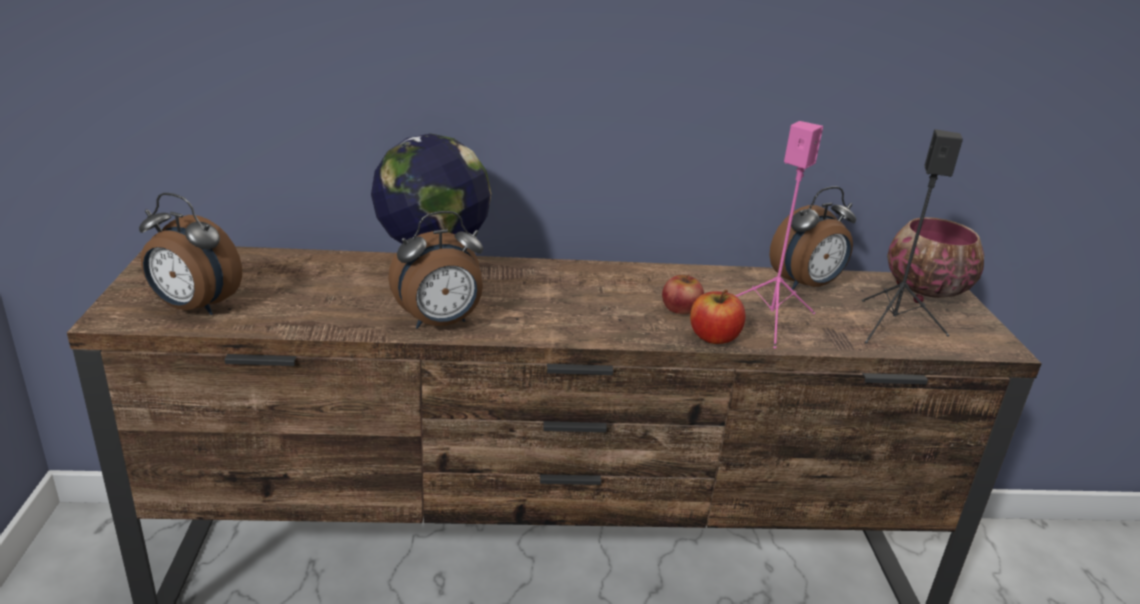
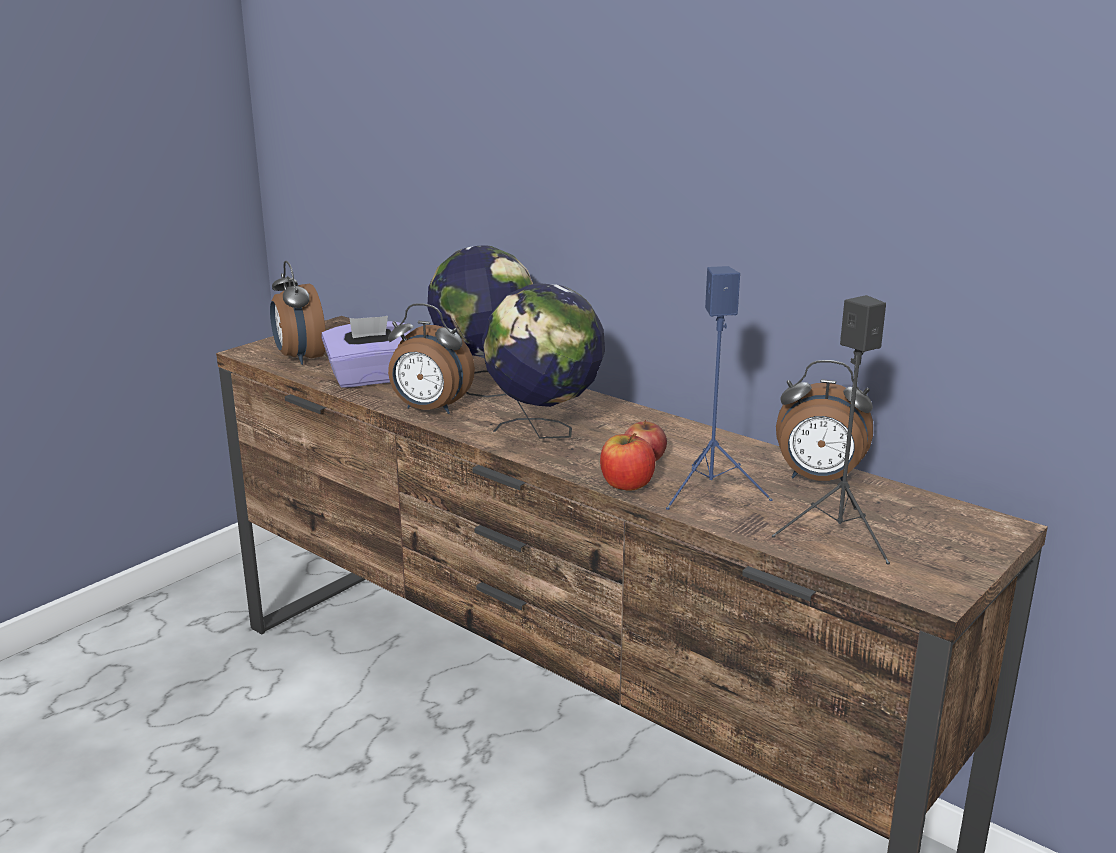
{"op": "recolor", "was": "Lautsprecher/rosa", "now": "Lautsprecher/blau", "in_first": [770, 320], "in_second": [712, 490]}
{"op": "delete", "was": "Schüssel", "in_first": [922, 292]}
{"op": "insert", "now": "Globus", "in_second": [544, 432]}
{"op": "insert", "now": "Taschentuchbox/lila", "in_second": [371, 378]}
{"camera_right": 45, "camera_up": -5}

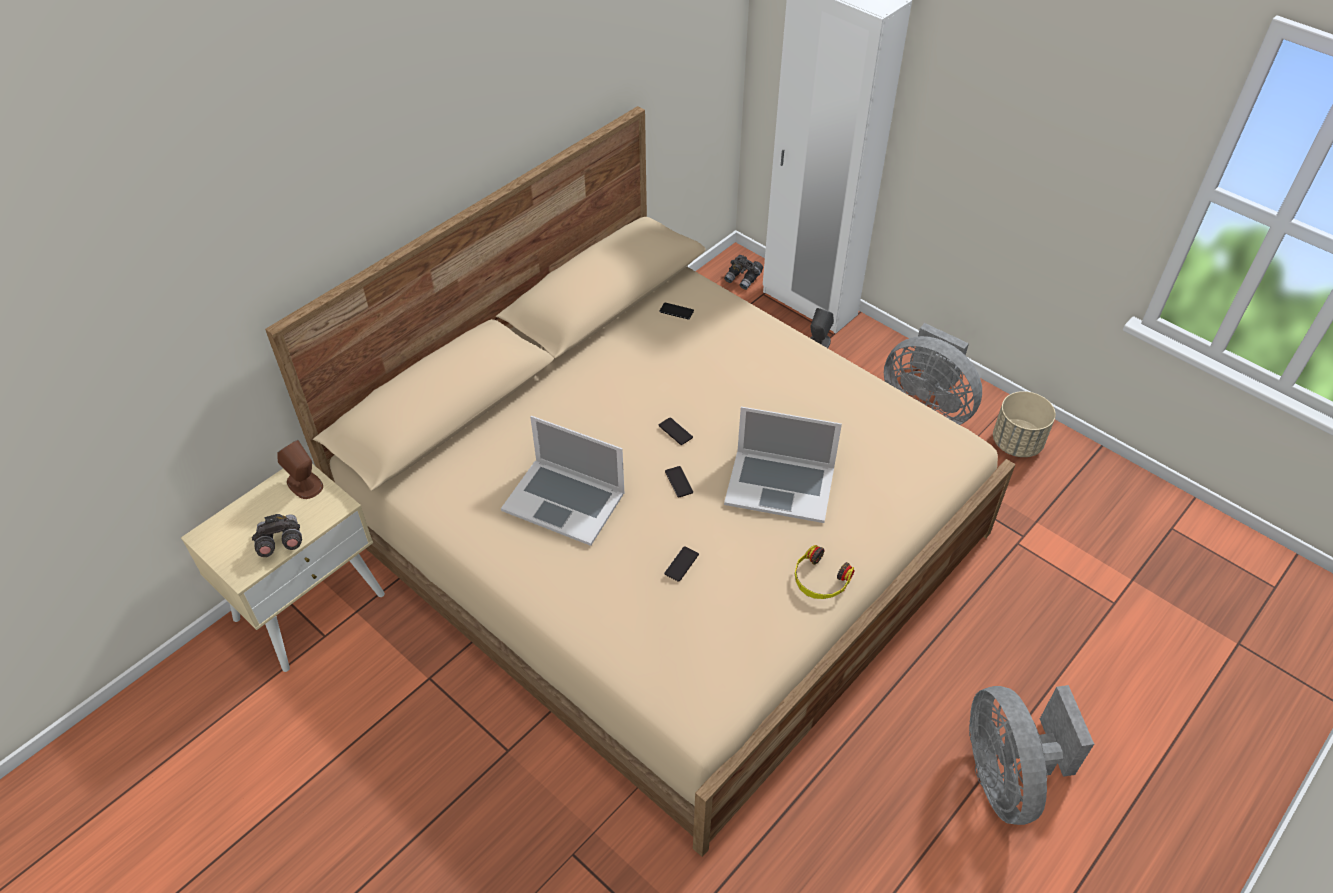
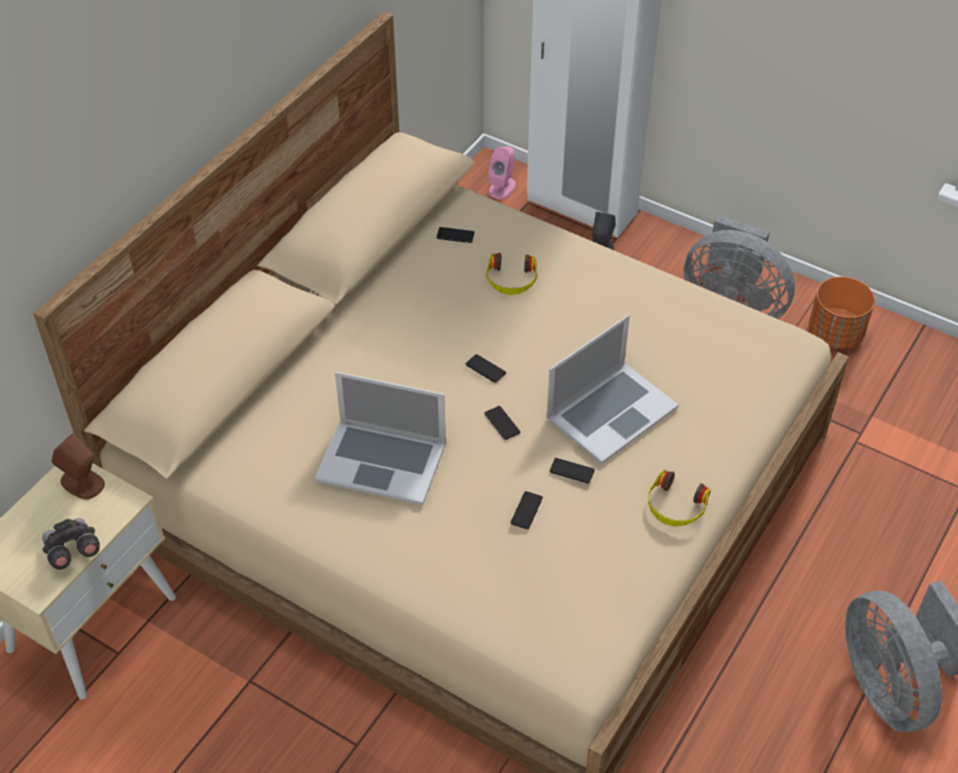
{"op": "replace", "was": "Fernglas/grau", "now": "Lautsprecher/rosa", "in_first": [743, 278], "in_second": [502, 187]}
{"op": "recolor", "was": "Pflanzkübel/beige", "now": "Pflanzkübel/orange", "in_first": [1017, 443], "in_second": [835, 334]}
{"op": "rotate", "was": "Laptop", "in_first": [780, 485], "in_second": [611, 412], "clockwise": -45}
{"op": "insert", "now": "Kopfhörer", "in_second": [511, 280]}
{"op": "insert", "now": "Handy", "in_second": [572, 471]}
{"camera_right": -10, "camera_up": 0}

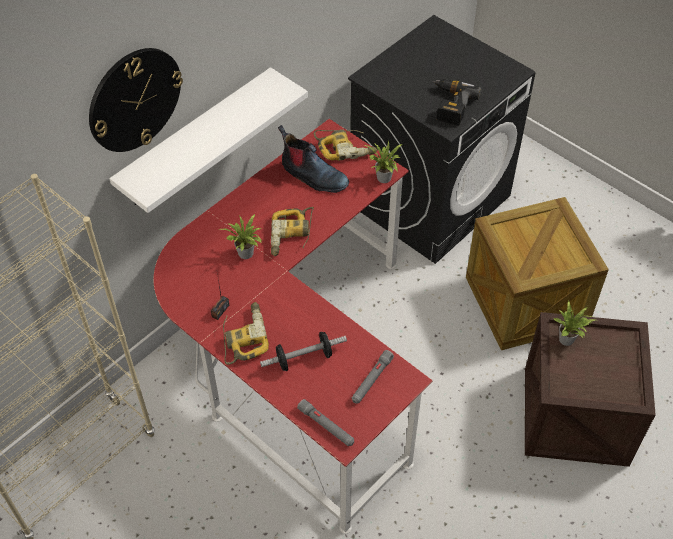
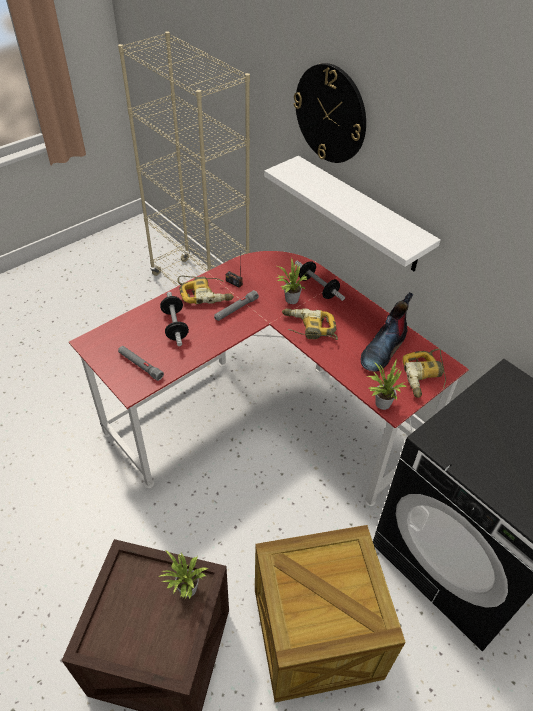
{"op": "delete", "was": "Bohrmaschine", "in_first": [449, 105]}
{"op": "move", "was": "Taschenlampe/grau", "in_first": [326, 426], "in_second": [236, 309]}
{"op": "insert", "now": "Hantel", "in_second": [318, 288]}
{"camera_right": 95, "camera_up": -5}

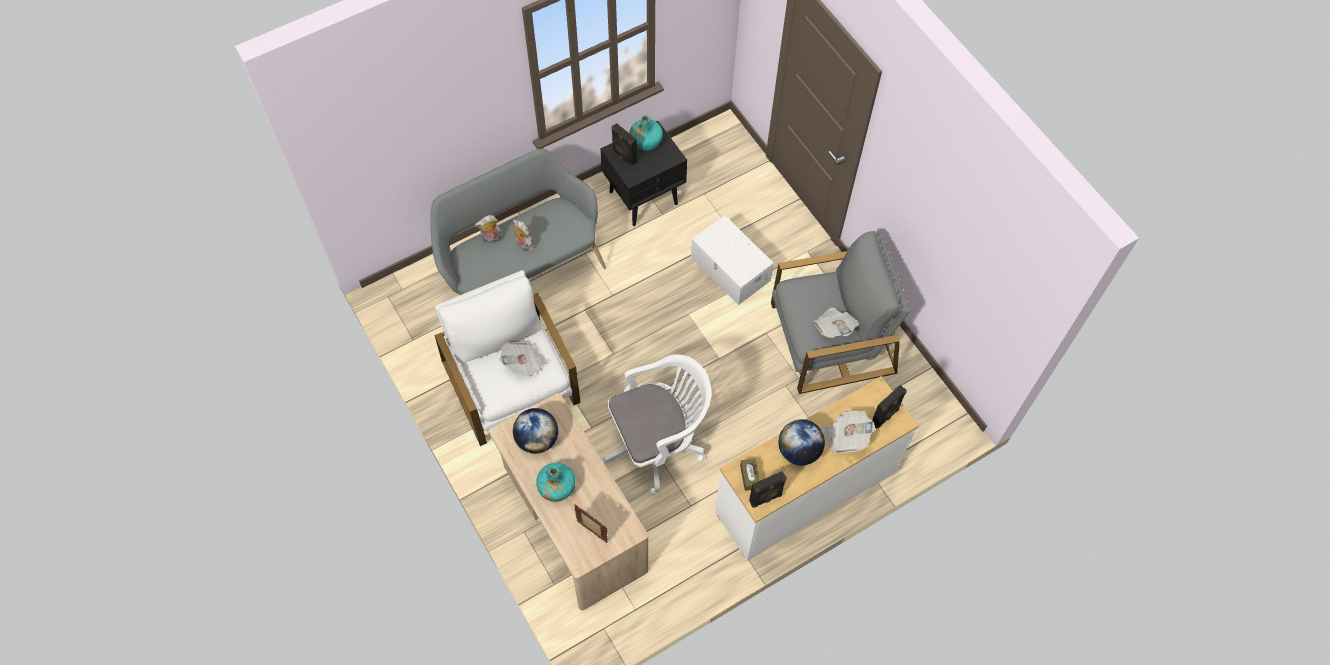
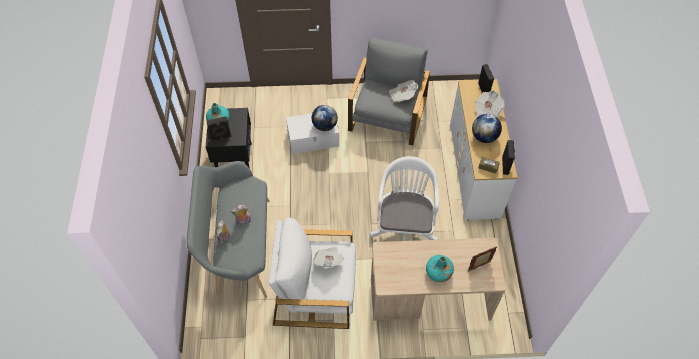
{"op": "move", "was": "Globus", "in_first": [537, 439], "in_second": [325, 126]}
{"camera_right": -60, "camera_up": -5}

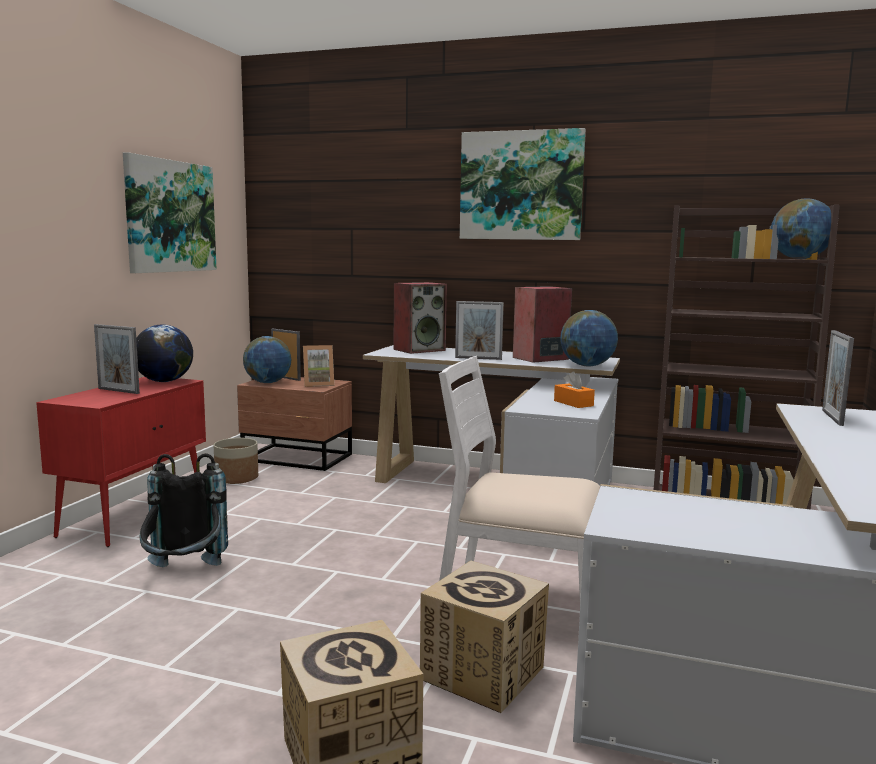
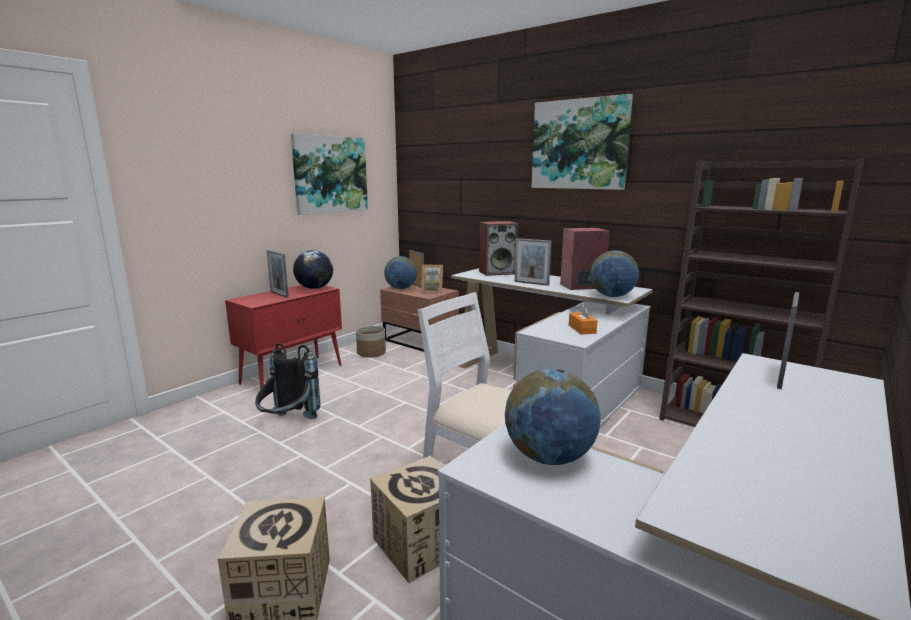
{"op": "move", "was": "Globus", "in_first": [799, 259], "in_second": [549, 457]}
{"camera_right": 20, "camera_up": 5}

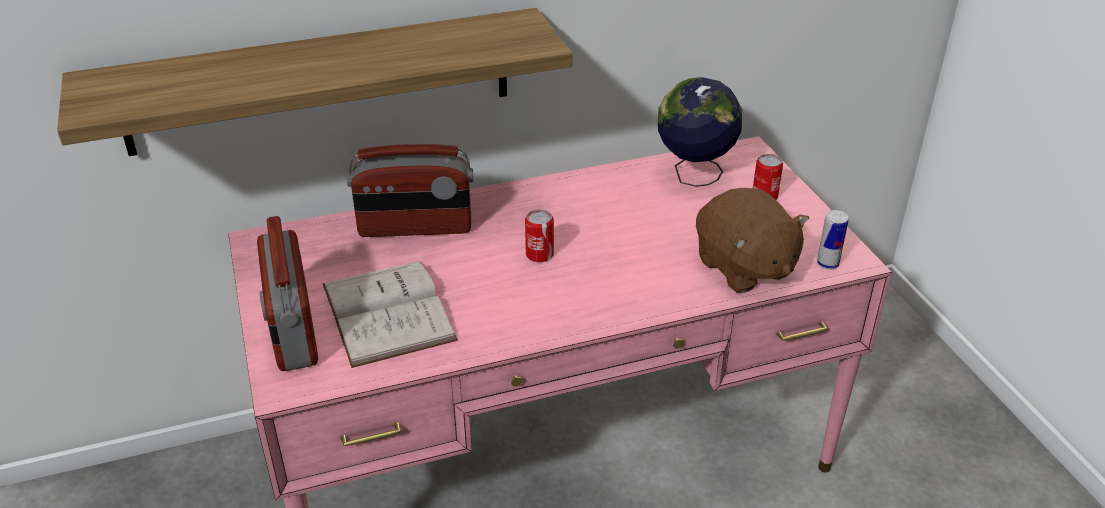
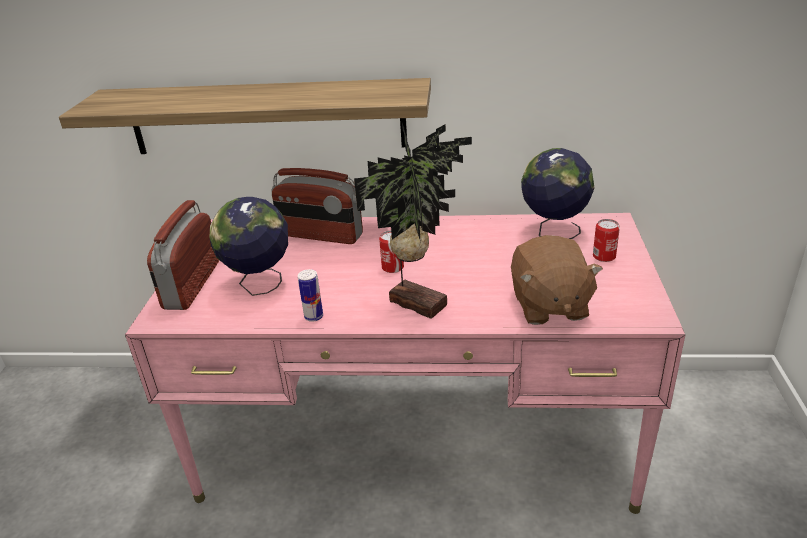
{"op": "move", "was": "Dose", "in_first": [827, 264], "in_second": [313, 317]}
{"op": "replace", "was": "Buch/weiß", "now": "Globus", "in_first": [388, 312], "in_second": [259, 285]}
{"op": "insert", "now": "Topfpflanze", "in_second": [419, 301]}
{"camera_right": 25, "camera_up": -5}

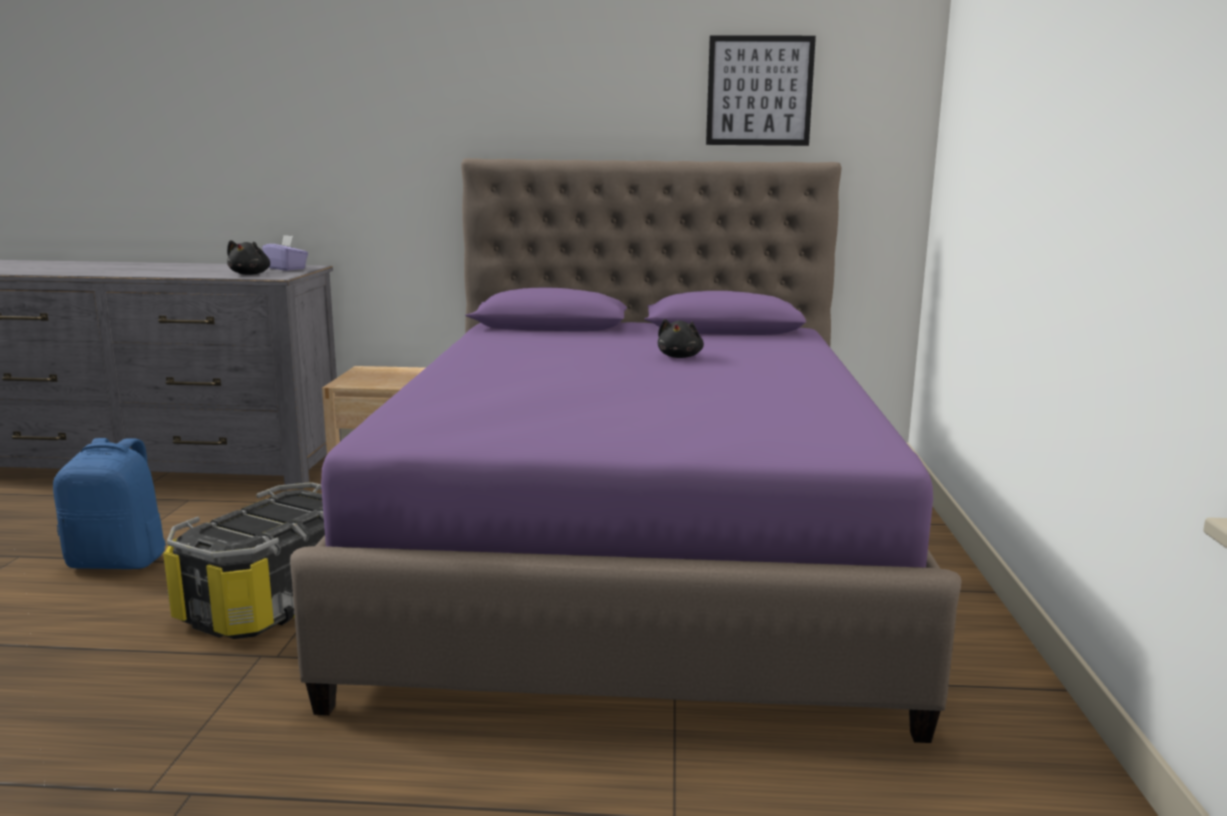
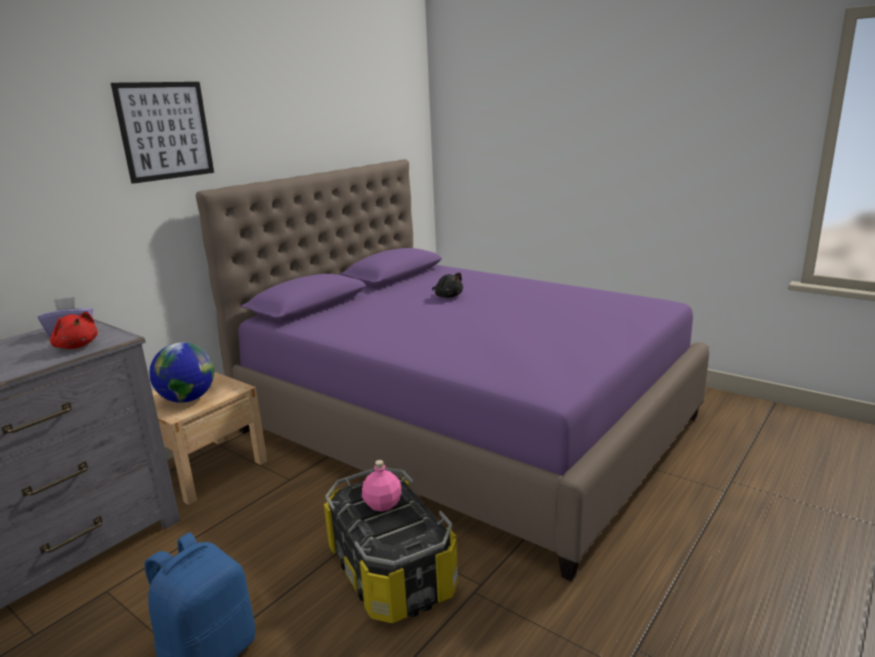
{"op": "move", "was": "Bild", "in_first": [759, 91], "in_second": [165, 131]}
{"op": "recolor", "was": "Plüschtier/schwarz", "now": "Plüschtier/rot", "in_first": [251, 274], "in_second": [76, 346]}
{"op": "insert", "now": "Globus", "in_second": [187, 399]}
{"op": "insert", "now": "Flasche/rosa", "in_second": [382, 504]}
{"camera_right": -55, "camera_up": 5}

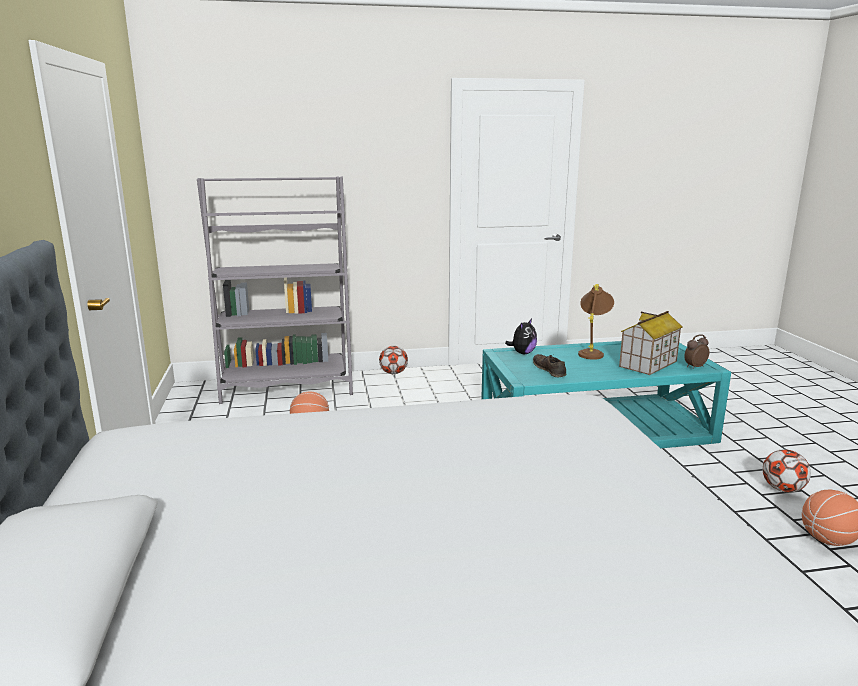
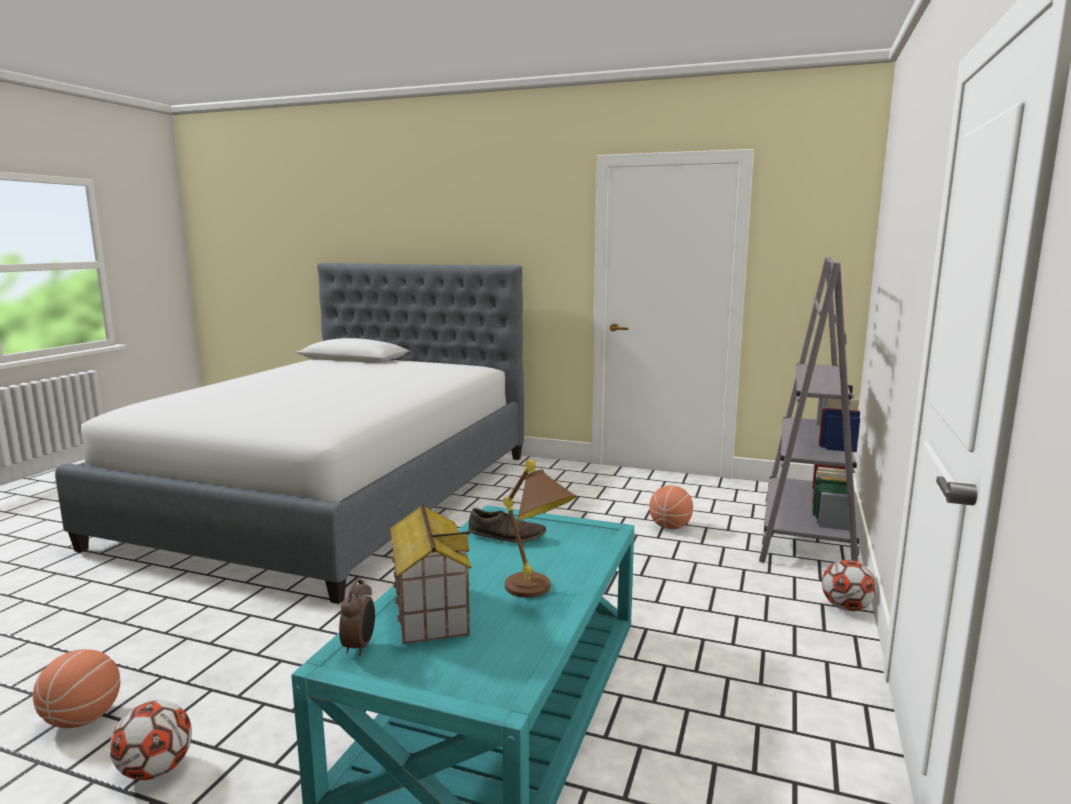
{"op": "delete", "was": "Plüschtier", "in_first": [522, 353]}
{"camera_right": 120, "camera_up": -5}

